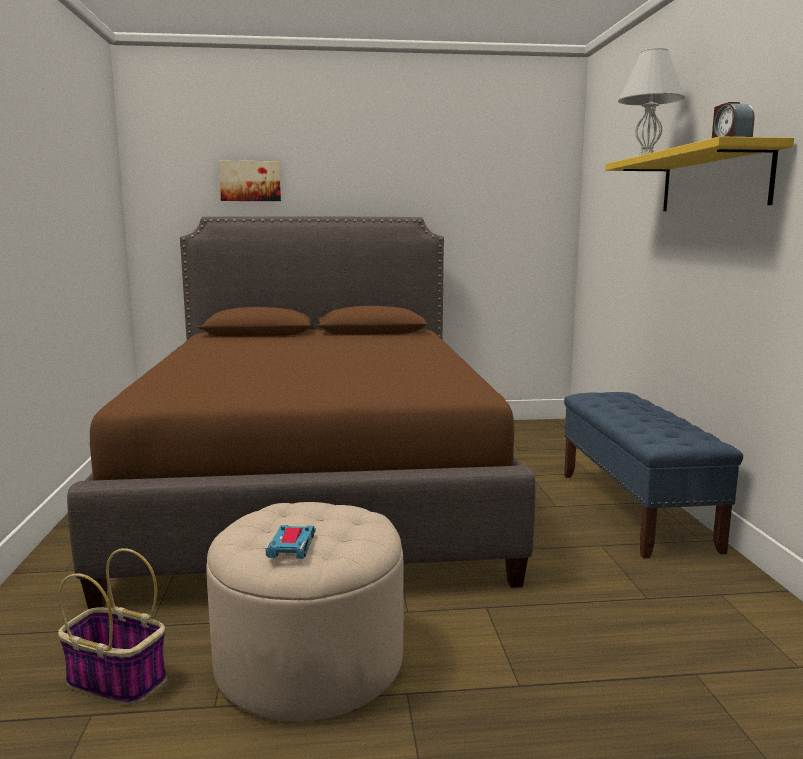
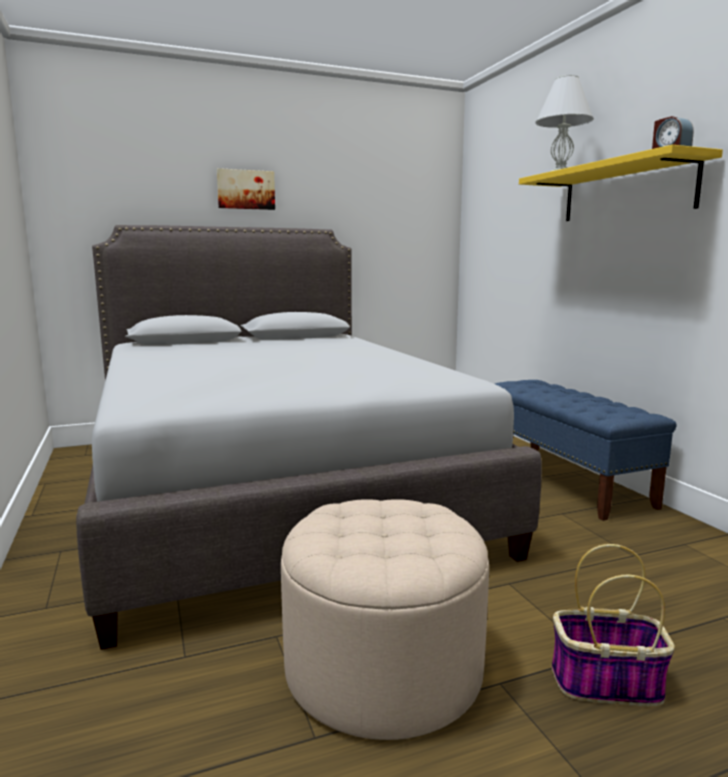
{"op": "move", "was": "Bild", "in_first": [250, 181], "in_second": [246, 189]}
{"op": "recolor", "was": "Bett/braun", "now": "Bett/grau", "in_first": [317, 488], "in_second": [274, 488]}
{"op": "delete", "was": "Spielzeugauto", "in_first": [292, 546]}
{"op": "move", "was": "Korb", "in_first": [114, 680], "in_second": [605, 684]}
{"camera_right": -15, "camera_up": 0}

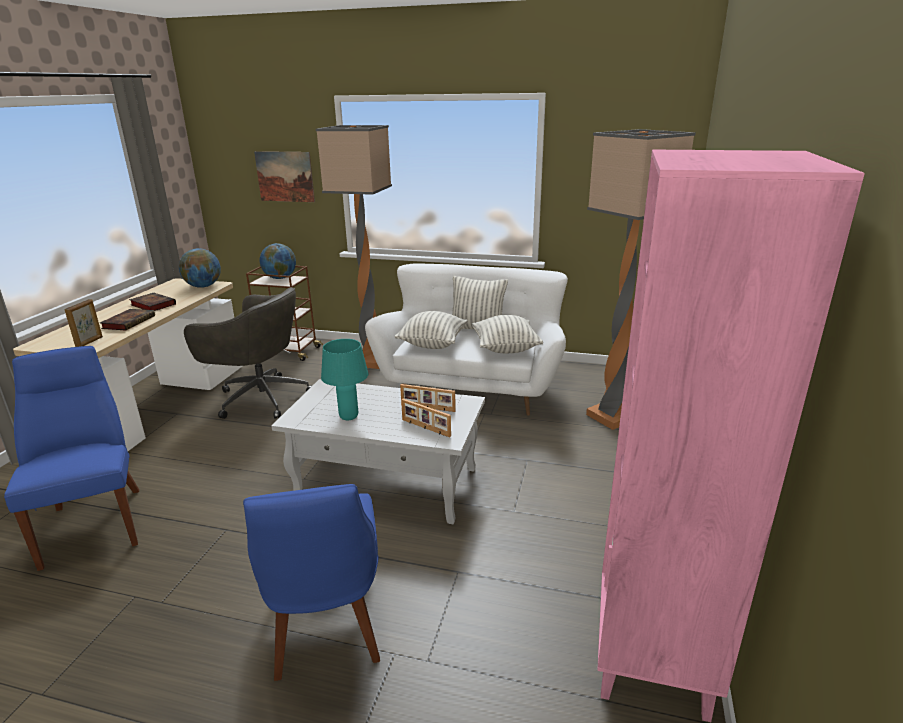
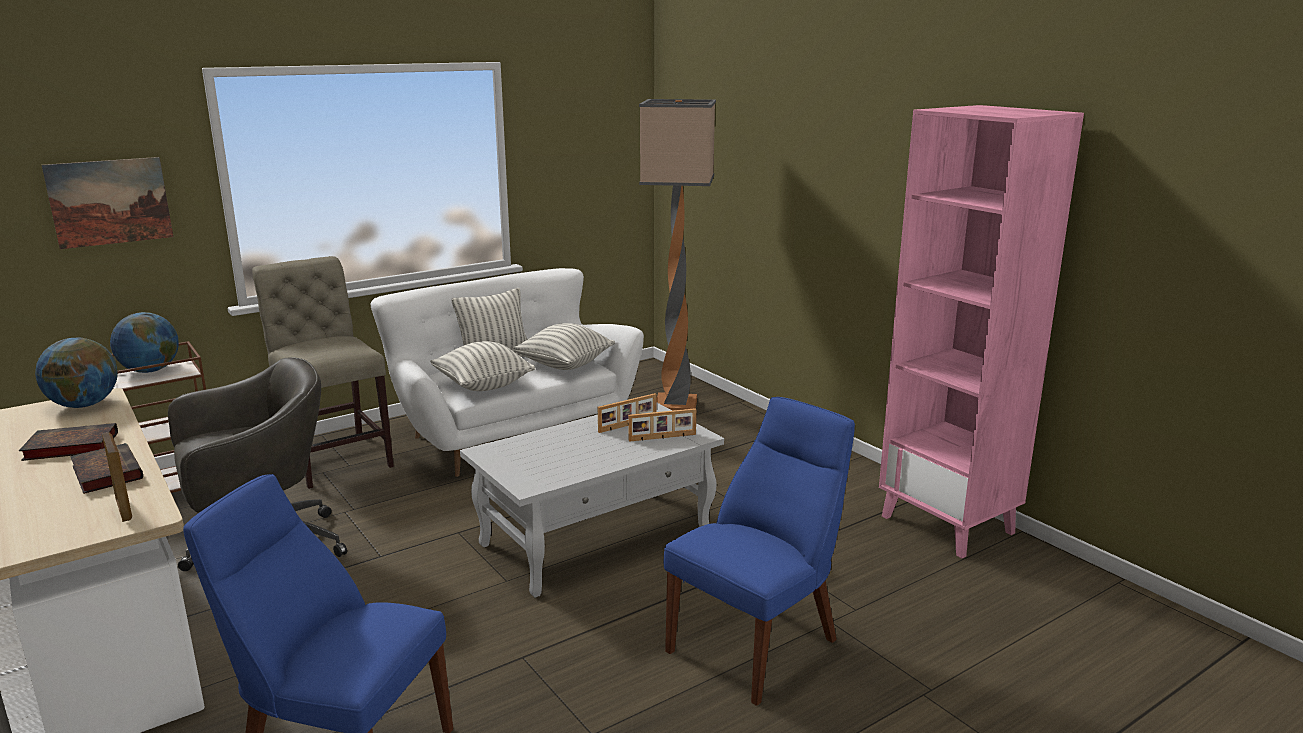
{"op": "replace", "was": "Stehlampe", "now": "Stuhl/beige", "in_first": [372, 361], "in_second": [335, 457]}
{"op": "delete", "was": "Tischlampe/türkis", "in_first": [349, 416]}
{"op": "rotate", "was": "Stuhl/blau", "in_first": [326, 626], "in_second": [758, 643], "clockwise": -75}
{"camera_right": -50, "camera_up": -5}

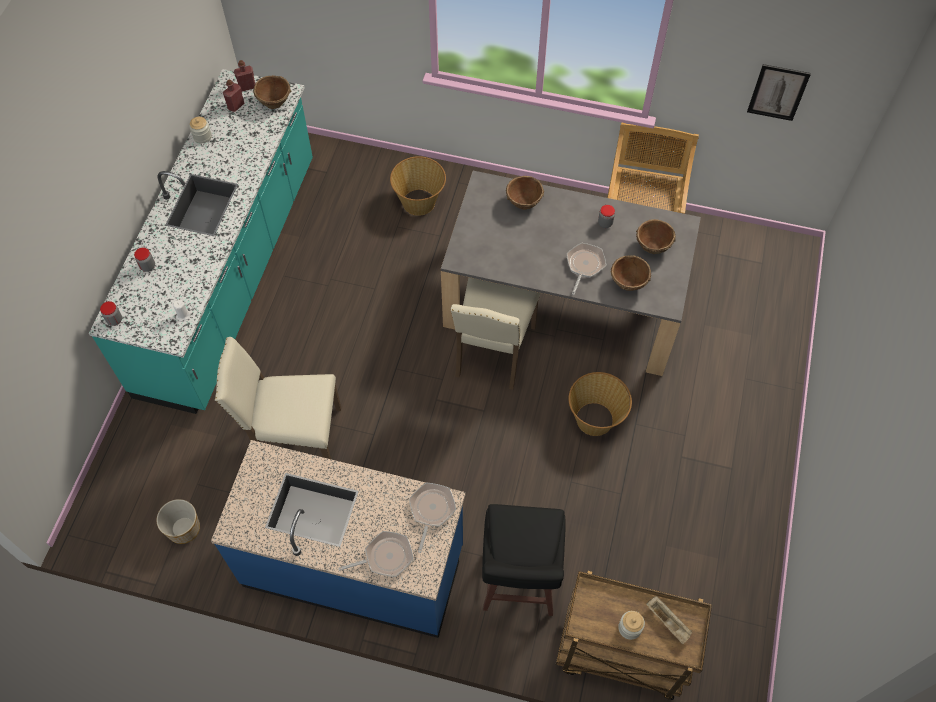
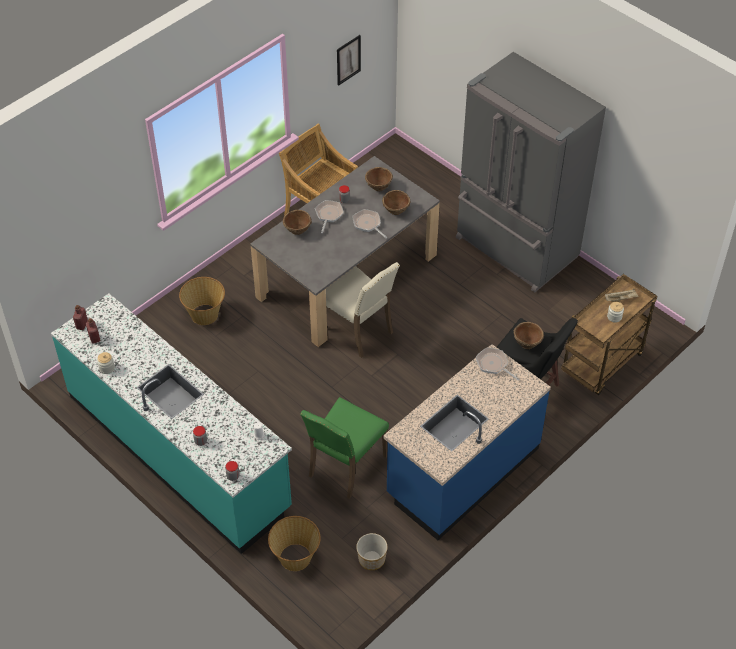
{"op": "move", "was": "Schüssel/braun", "in_first": [275, 102], "in_second": [527, 343]}
{"op": "recolor", "was": "Stuhl/beige", "now": "Stuhl/grün", "in_first": [295, 438], "in_second": [345, 466]}
{"op": "move", "was": "Korb", "in_first": [595, 419], "in_second": [295, 557]}
{"op": "move", "was": "Pfanne", "in_first": [385, 557], "in_second": [328, 215]}
{"op": "insert", "now": "Kühlschrank/grau", "in_second": [515, 249]}
{"camera_right": -60, "camera_up": -10}

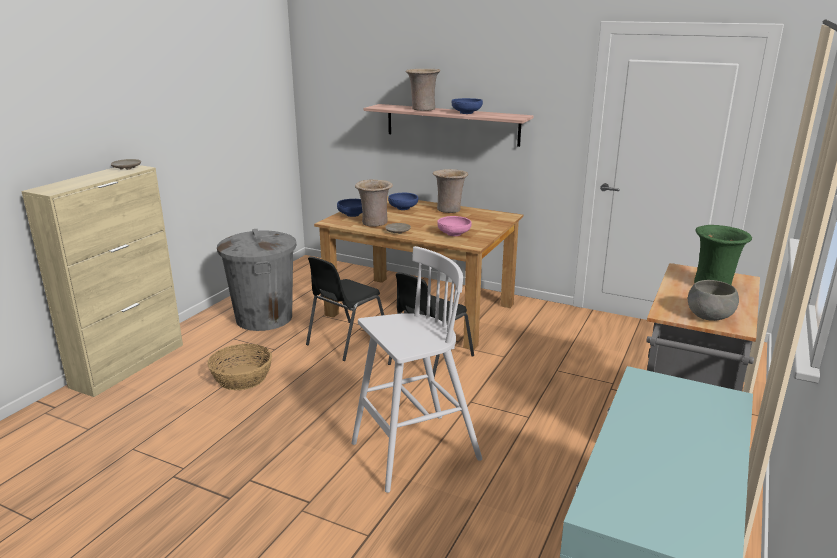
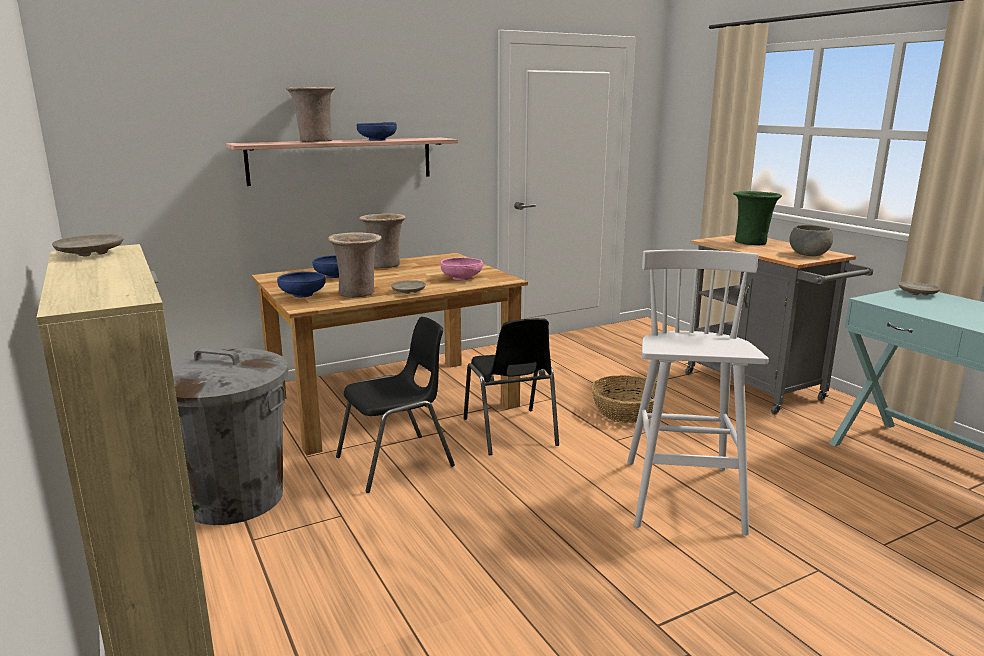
{"op": "rotate", "was": "Stuhl/schwarz", "in_first": [346, 341], "in_second": [397, 462], "clockwise": -105}
{"op": "move", "was": "Korb", "in_first": [242, 377], "in_second": [624, 412]}
{"op": "insert", "now": "Teller/beige", "in_second": [918, 293]}
{"camera_right": -55, "camera_up": -5}

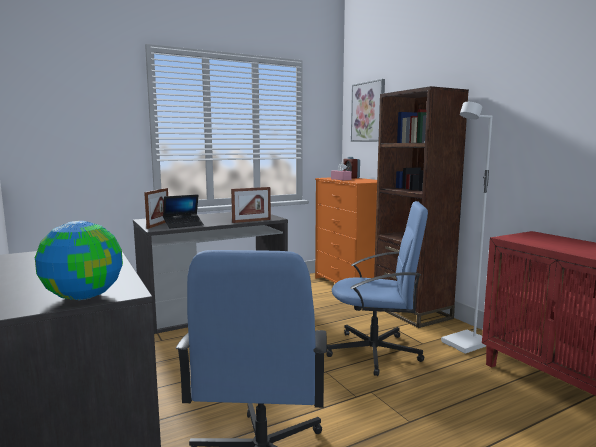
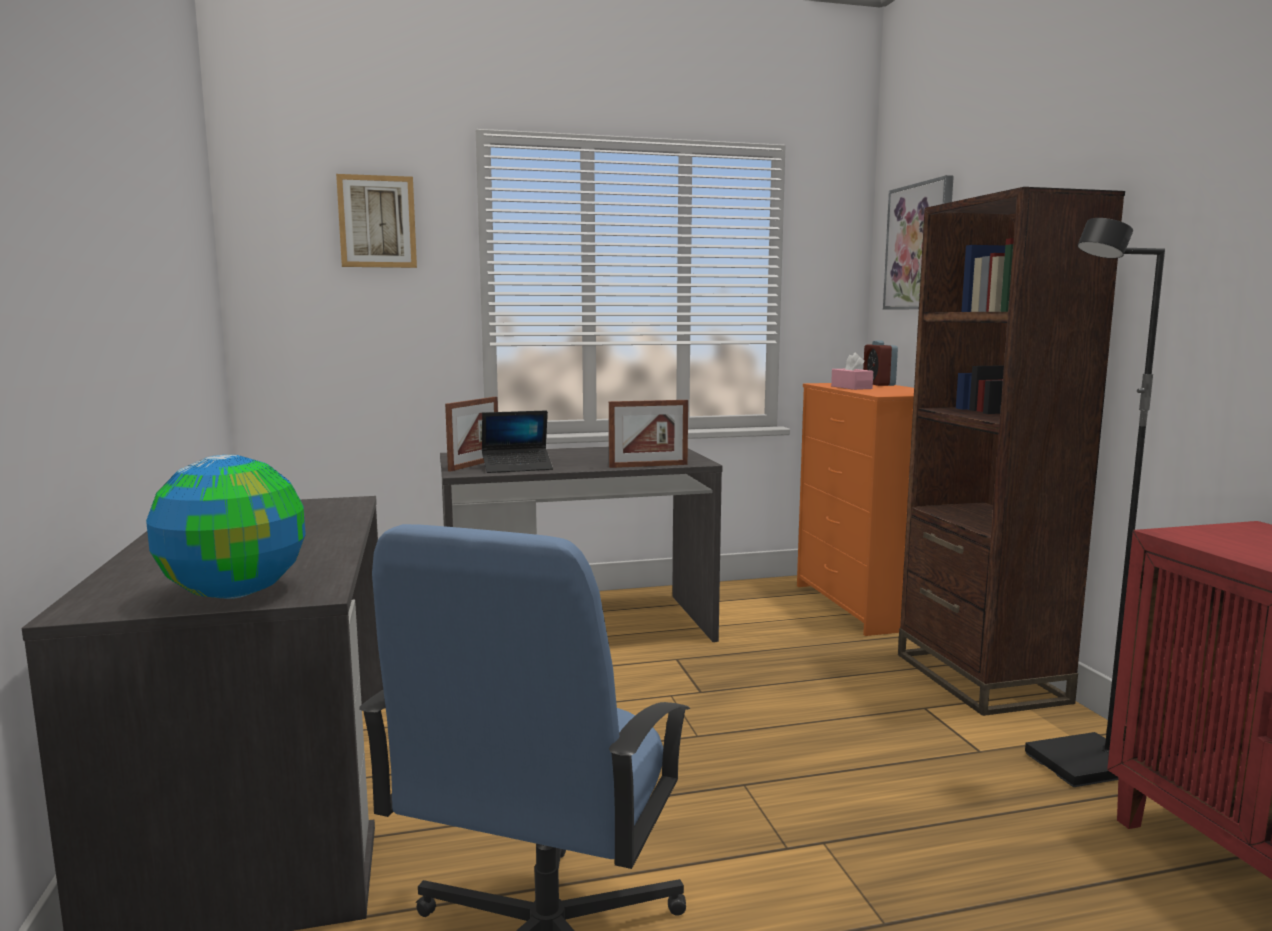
{"op": "recolor", "was": "Stehlampe/weiß", "now": "Stehlampe/schwarz", "in_first": [466, 344], "in_second": [1084, 766]}
{"op": "delete", "was": "Bürostuhl/blau", "in_first": [375, 352]}
{"op": "insert", "now": "Bild", "in_second": [377, 222]}
{"camera_right": 15, "camera_up": 0}

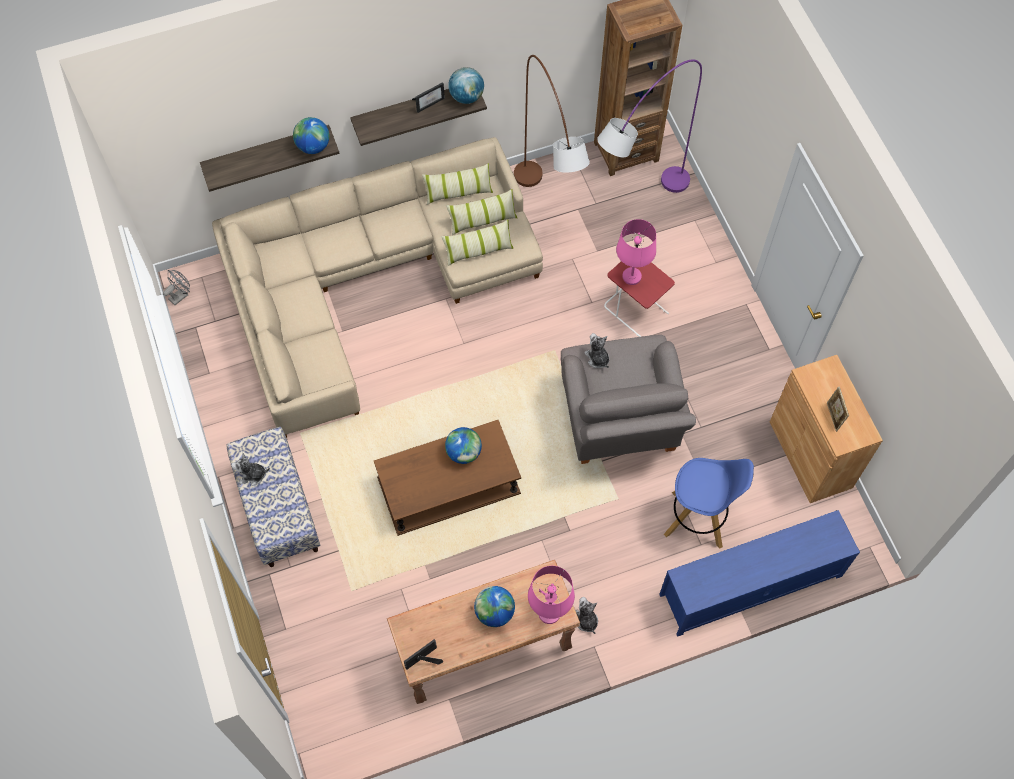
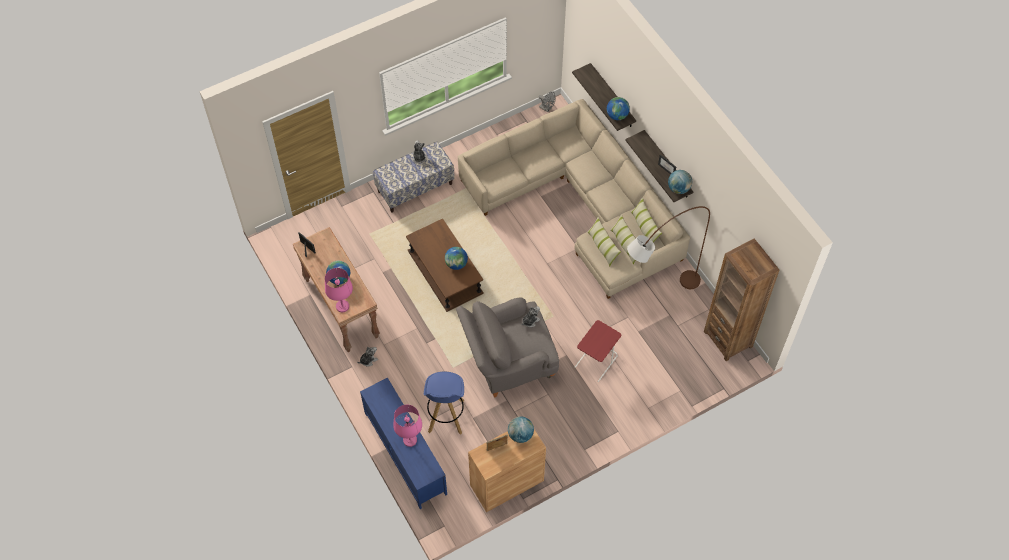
{"op": "delete", "was": "Stehlampe/lila", "in_first": [637, 211]}
{"op": "move", "was": "Tischlampe/rosa", "in_first": [632, 276], "in_second": [410, 440]}
{"op": "insert", "now": "Globus", "in_second": [520, 435]}
{"camera_right": 80, "camera_up": -5}

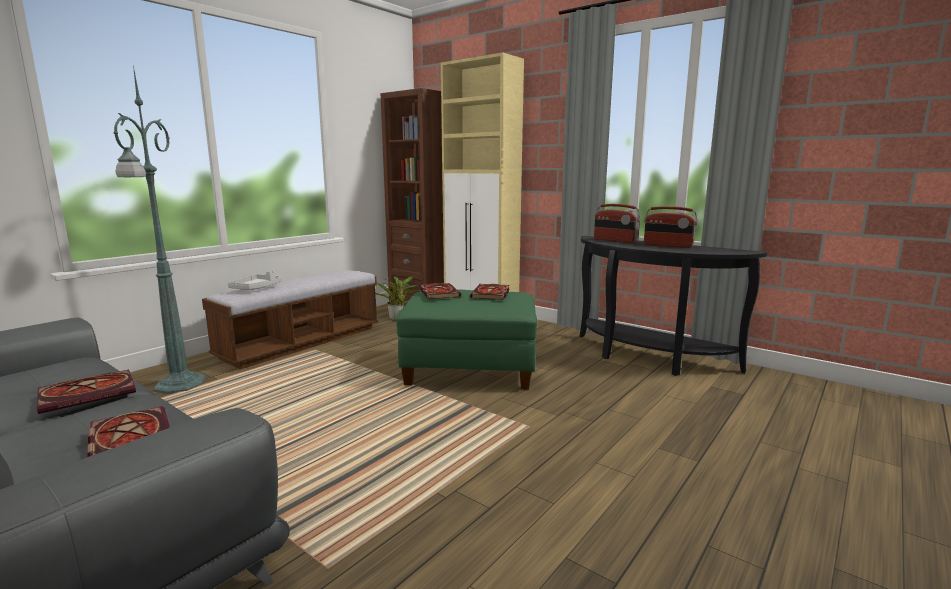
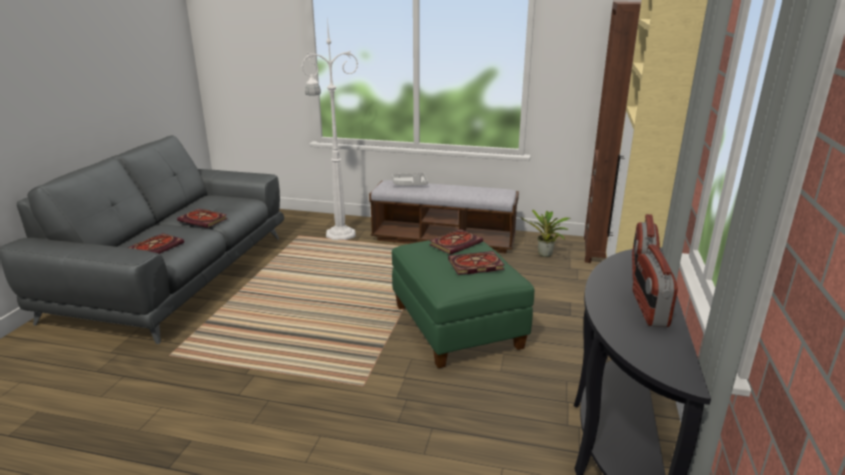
{"op": "recolor", "was": "Stehlampe/grün", "now": "Stehlampe/weiß", "in_first": [178, 385], "in_second": [339, 234]}
{"camera_right": 65, "camera_up": 10}

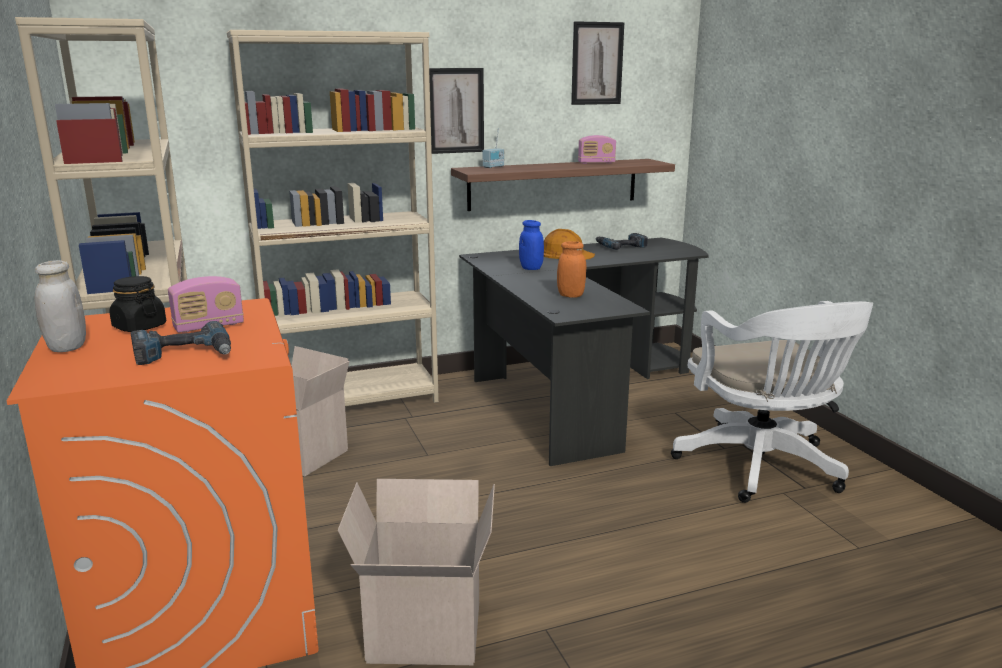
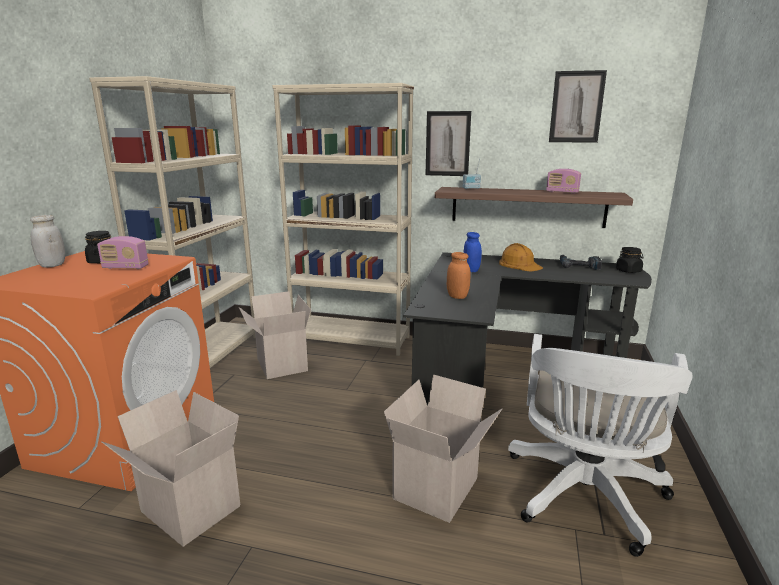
{"op": "delete", "was": "Bohrmaschine", "in_first": [184, 354]}
{"op": "insert", "now": "Vorratsglas/schwarz", "in_second": [628, 271]}
{"op": "insert", "now": "Karton", "in_second": [438, 490]}
{"camera_right": 35, "camera_up": 0}

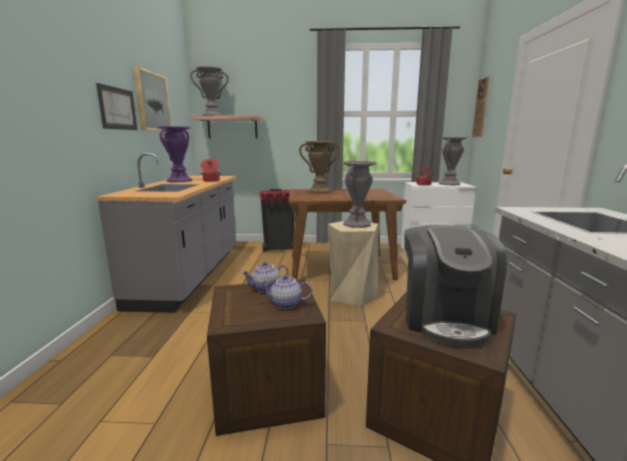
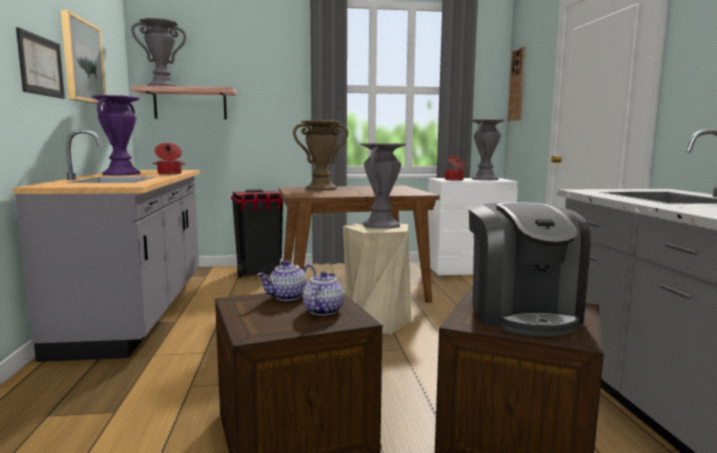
{"op": "rotate", "was": "Teekanne", "in_first": [286, 304], "in_second": [322, 310], "clockwise": 105}
{"camera_right": -10, "camera_up": -5}

